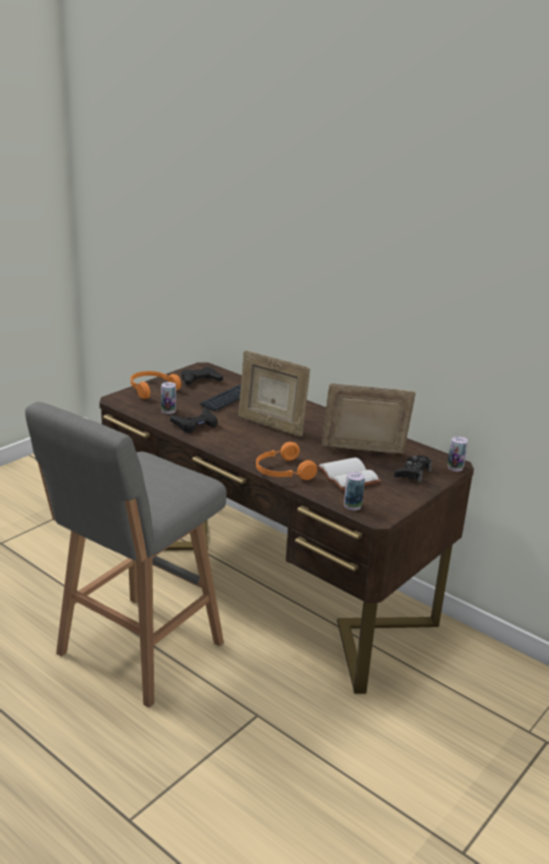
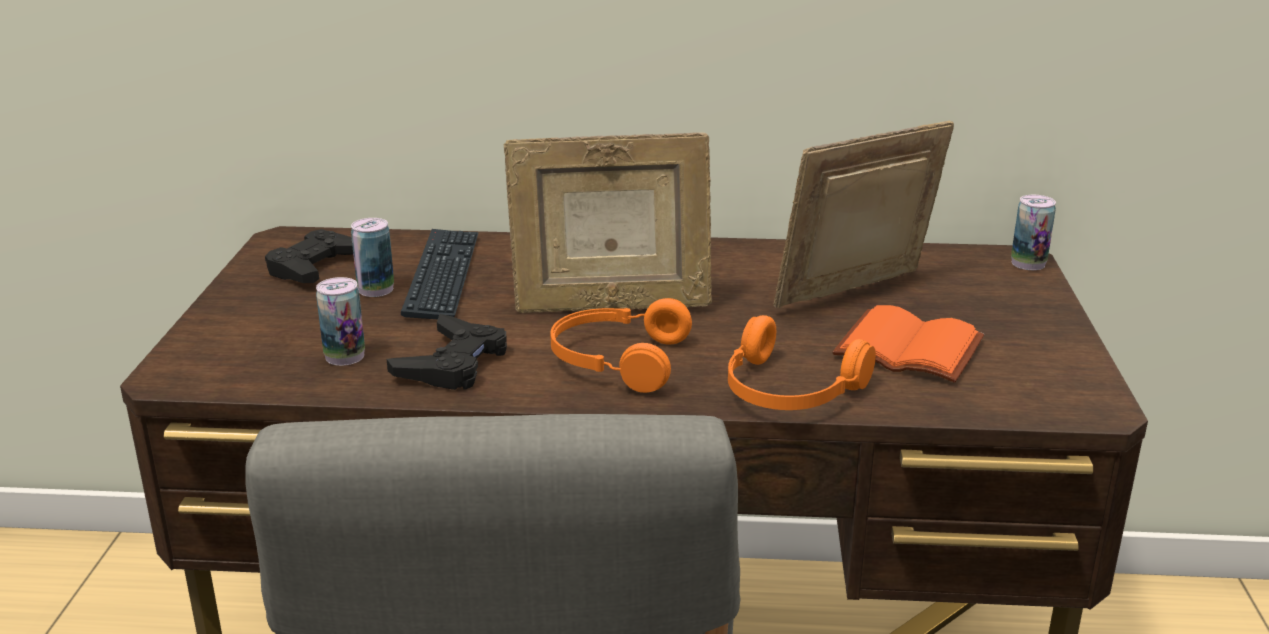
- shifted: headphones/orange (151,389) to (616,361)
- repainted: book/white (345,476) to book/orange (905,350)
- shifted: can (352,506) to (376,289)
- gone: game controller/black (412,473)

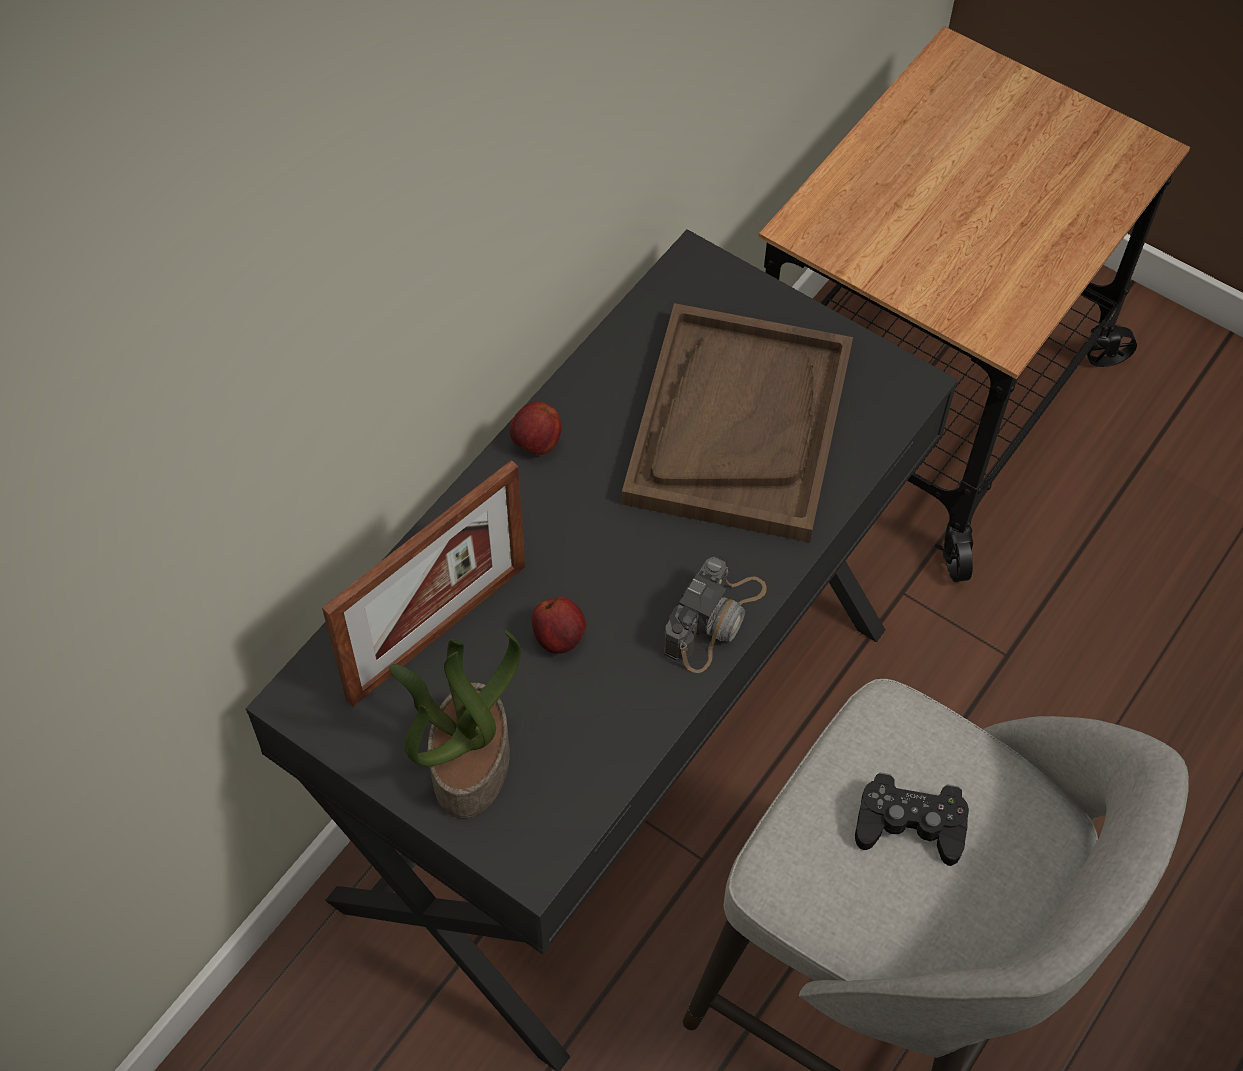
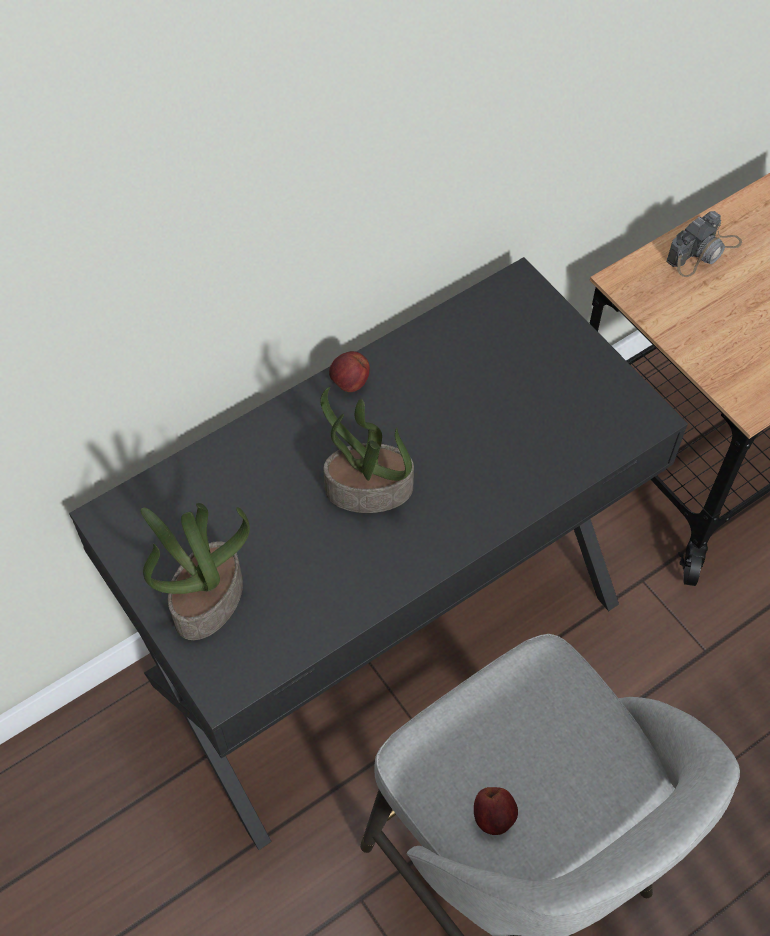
- gone: picture frame (437,632)
- shifted: apple (560,638) to (494,817)
- gone: tray/brown (738,425)
- shifted: photo camera (714,619) to (703,251)
- gone: game controller/black (910,824)
- new: potted plant (367,490)

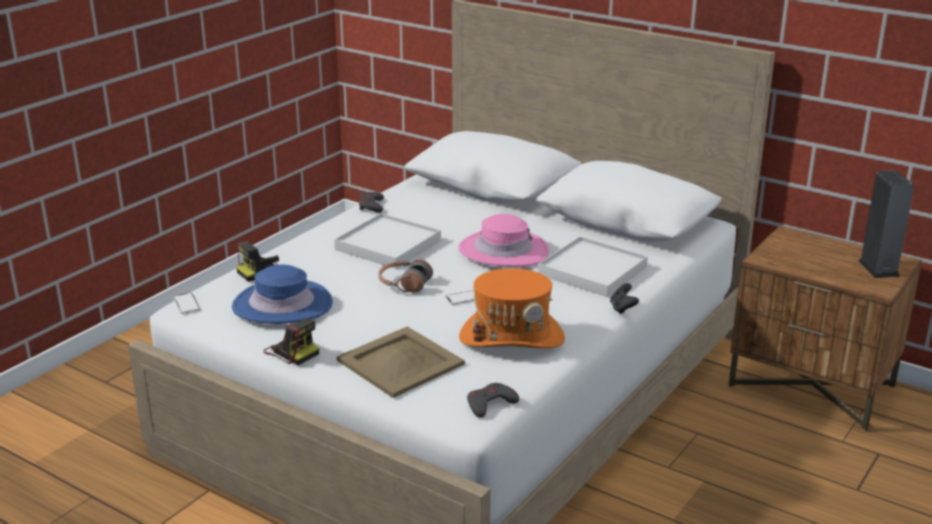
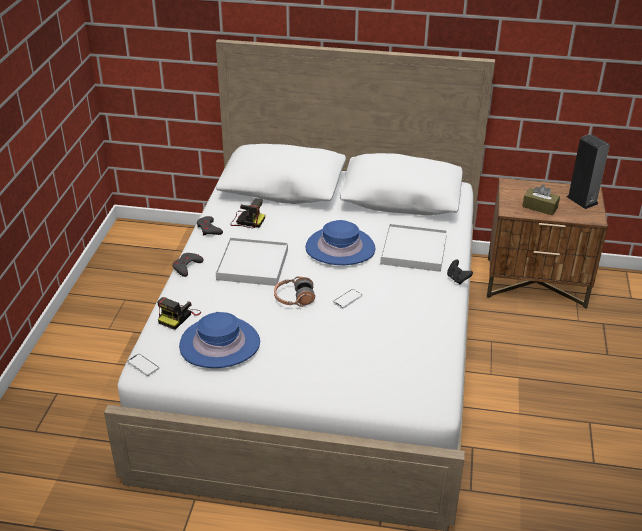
- shifted: photo camera (292,351) to (247,220)
- gone: tray/beige (400,363)
- repainted: hat/pink (503,251) to hat/blue (340,248)
- gone: hat/orange (512,337)
- shifted: game controller/grey (490,404) to (186,266)
- new: tissue box/brown (540,207)

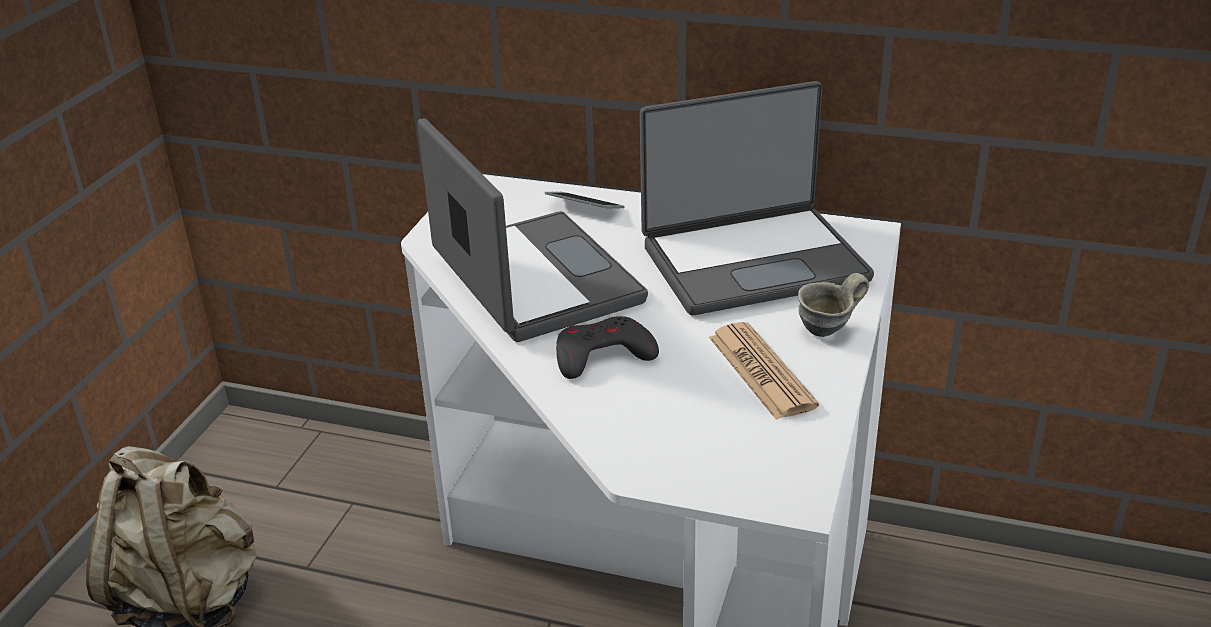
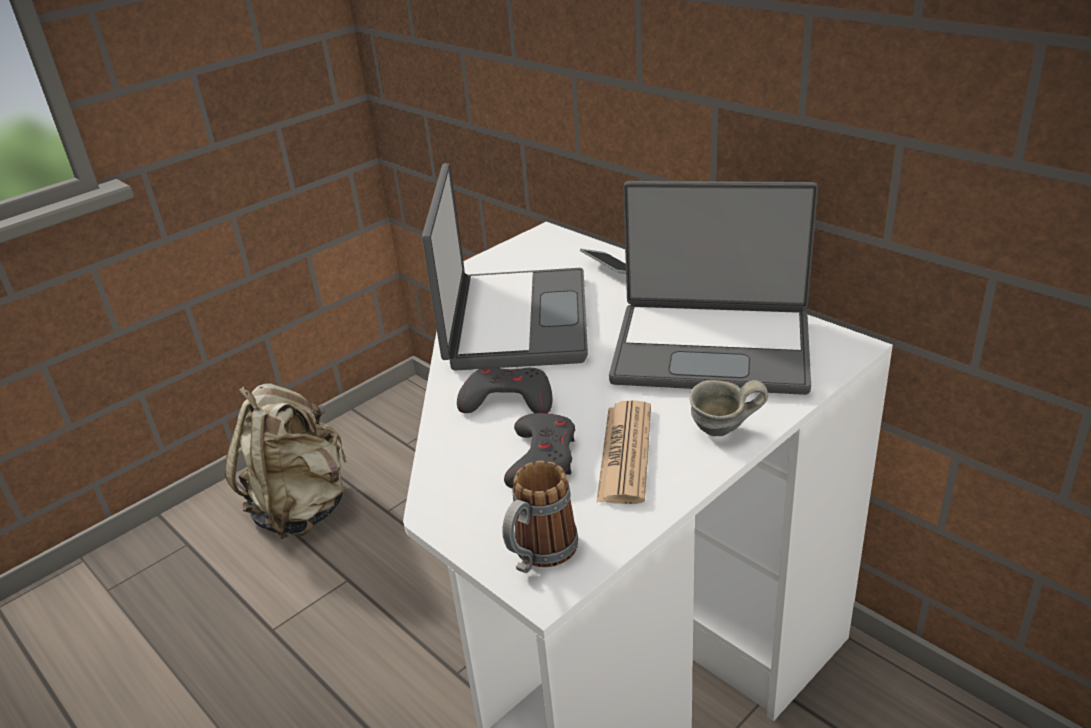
- new: mug (539,556)
- new: game controller/grey (542,457)

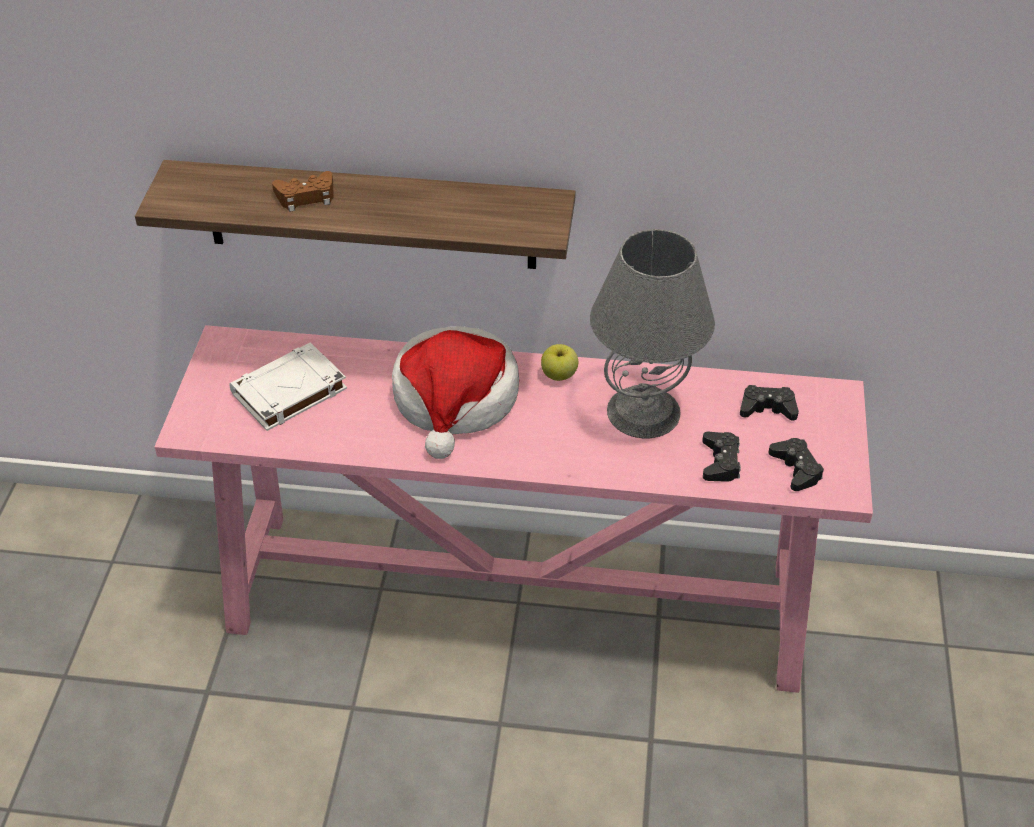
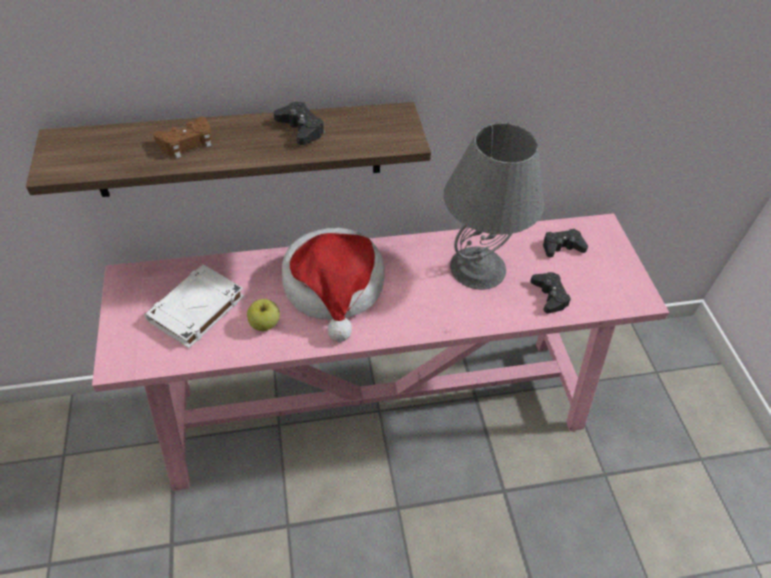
- shifted: apple (559,375) to (265,324)
- shifted: game controller/black (796,469) to (300,129)

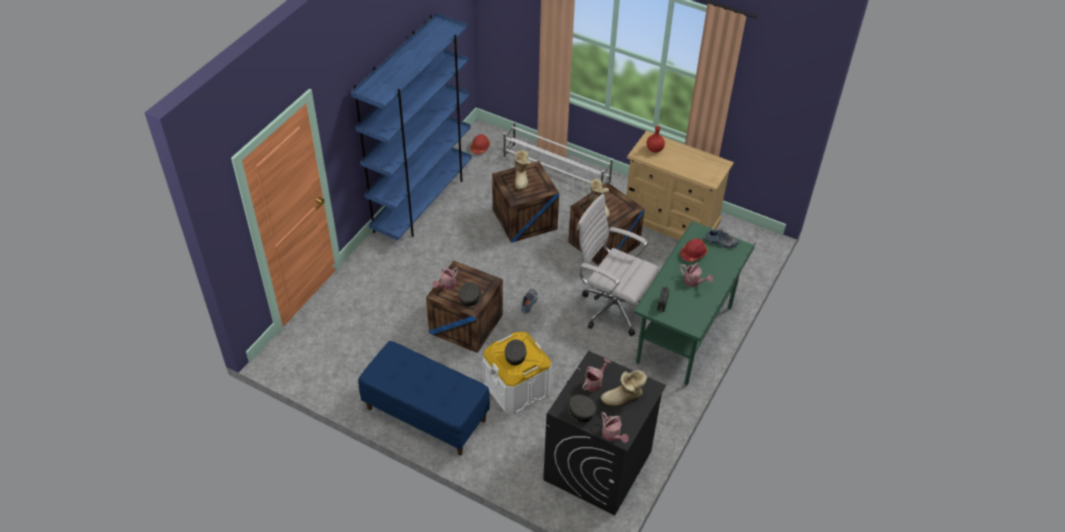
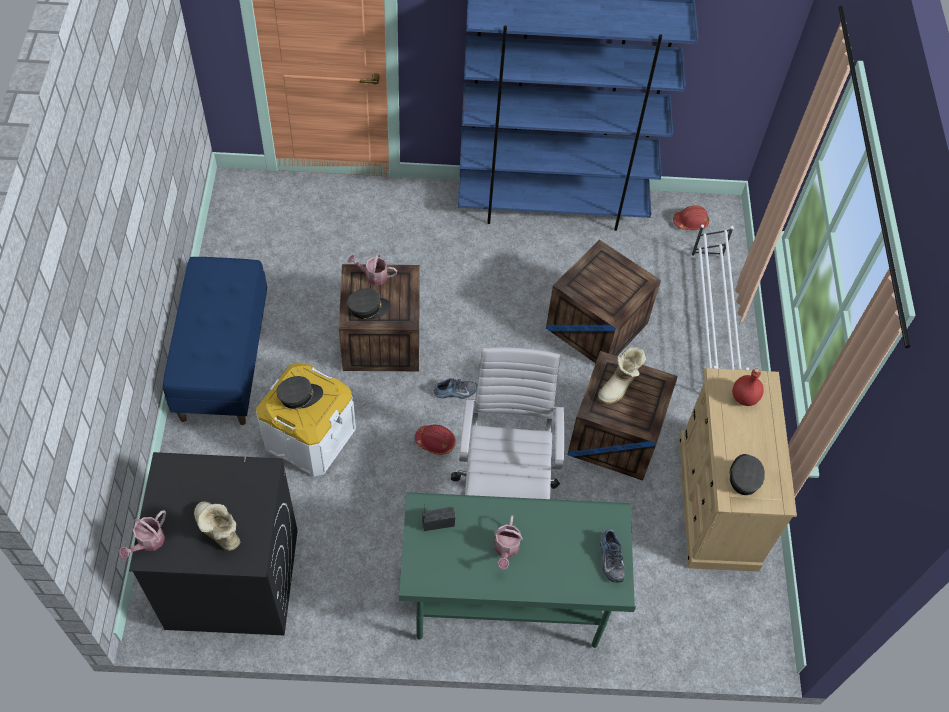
- gone: boot (521,179)
- shifted: cap/grey (579,411) to (744,476)
- gone: watering can (595,382)
- shifted: hard hat/red (693,253) to (435,442)

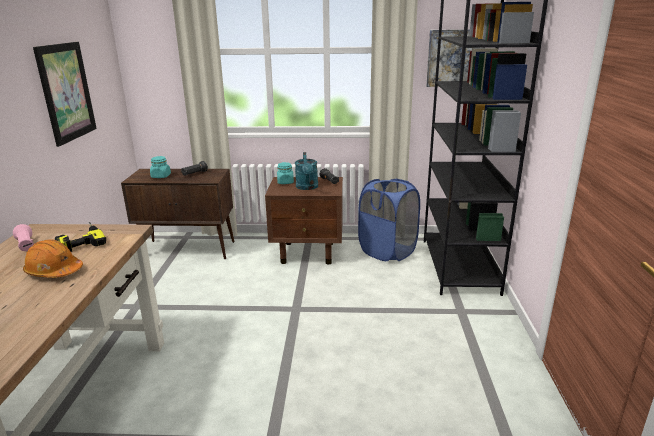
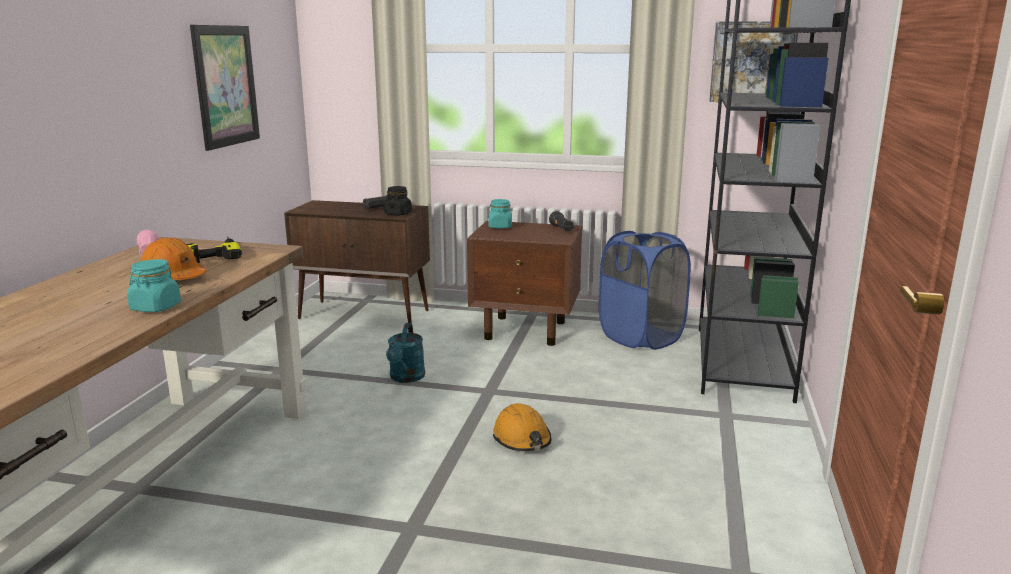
- shifted: jar/turquoise (161,176) to (155,307)
- shifted: watering can/turquoise (307,187) to (406,378)
- new: jar/black (398,213)
- new: hard hat/orange (522,439)

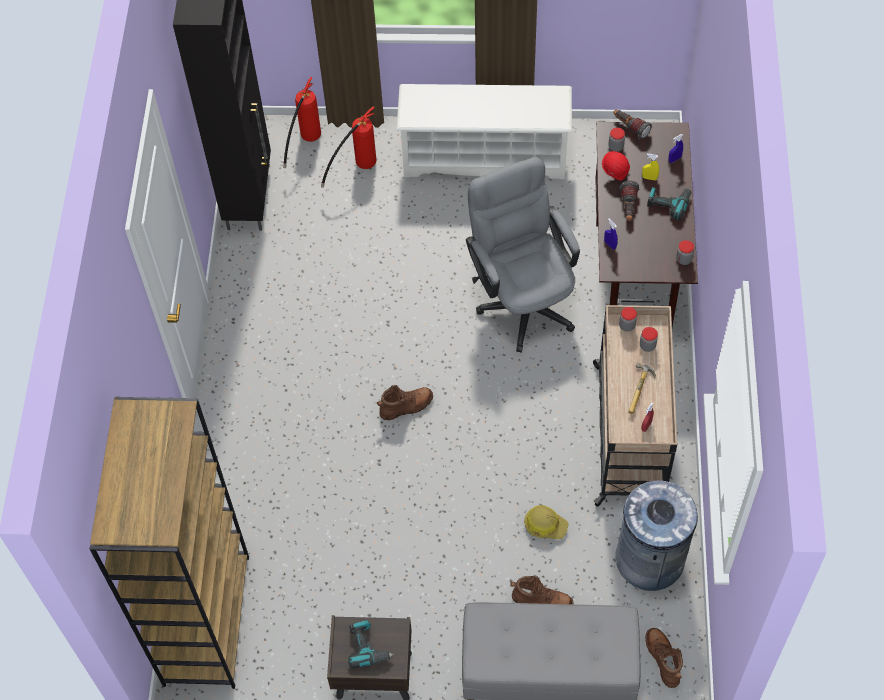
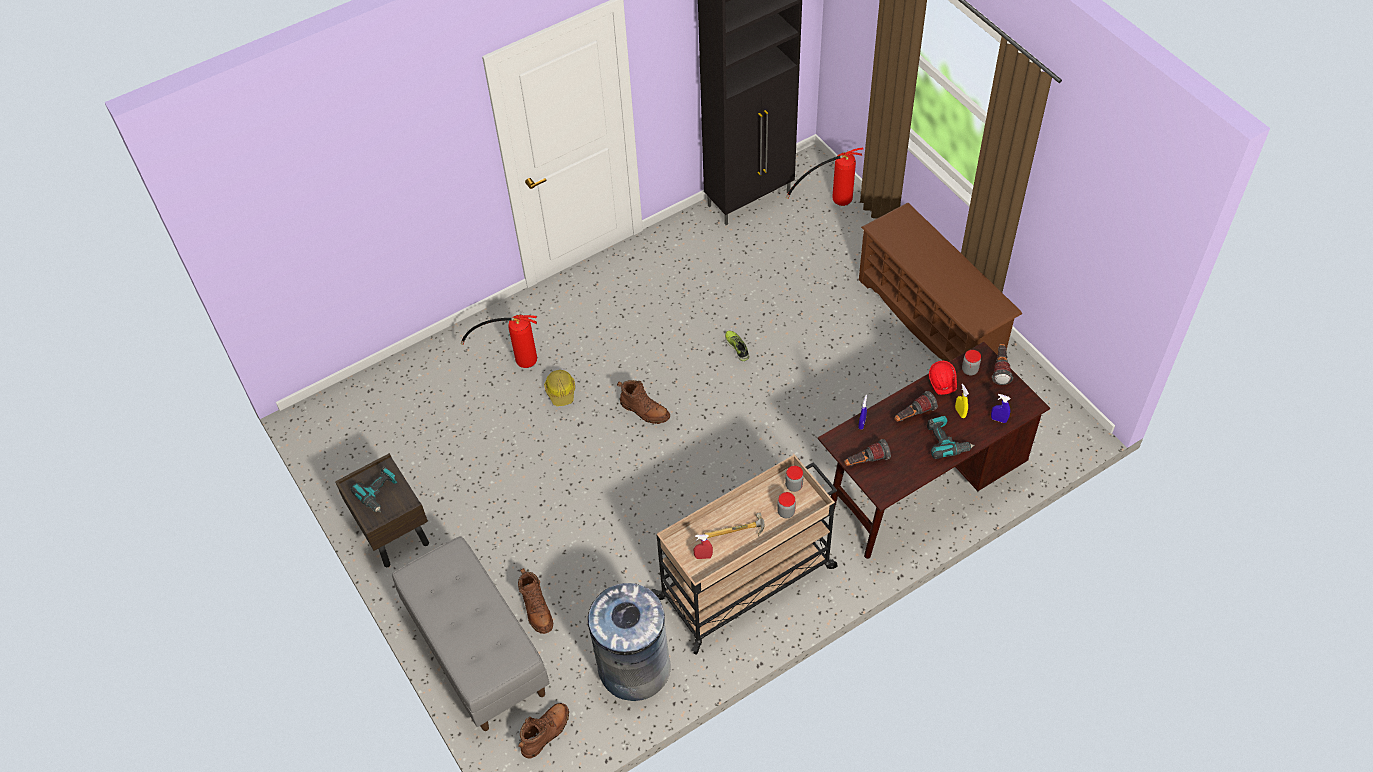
- gone: bookcase/brown (206,619)
- shifted: fire extinguisher (357,169) to (514,359)
- repainted: shoe rack/white (485,156) to shoe rack/brown (931,319)
- gone: office chair/grey (522,299)
- shifted: hard hat (545,525) to (561,391)
- gone: jar (684,259)
- new: shoe (737,347)
- new: flashlight (865,461)

